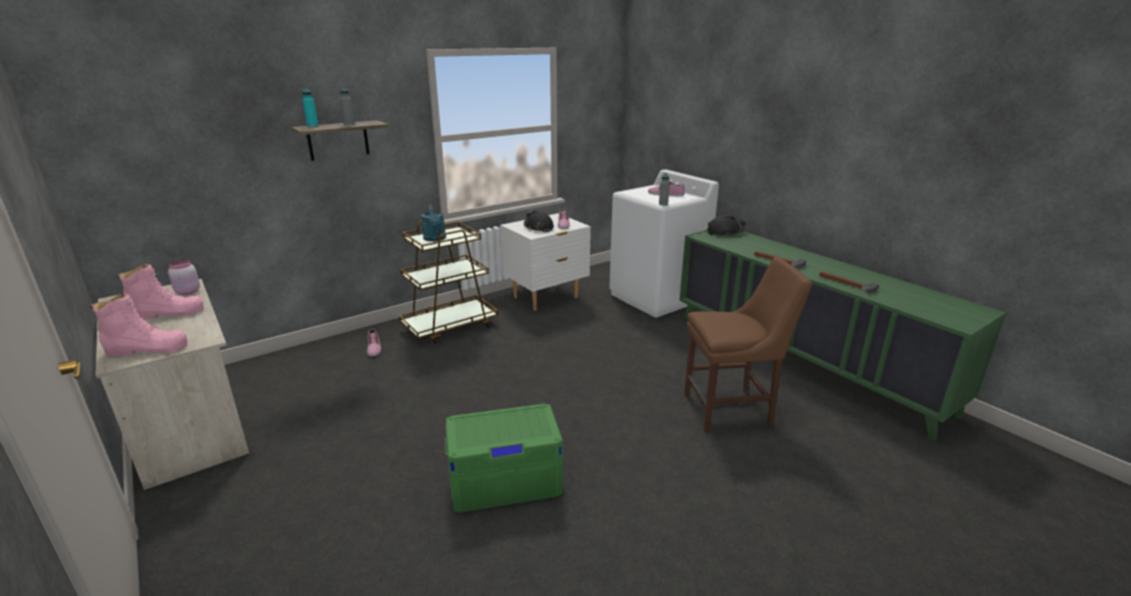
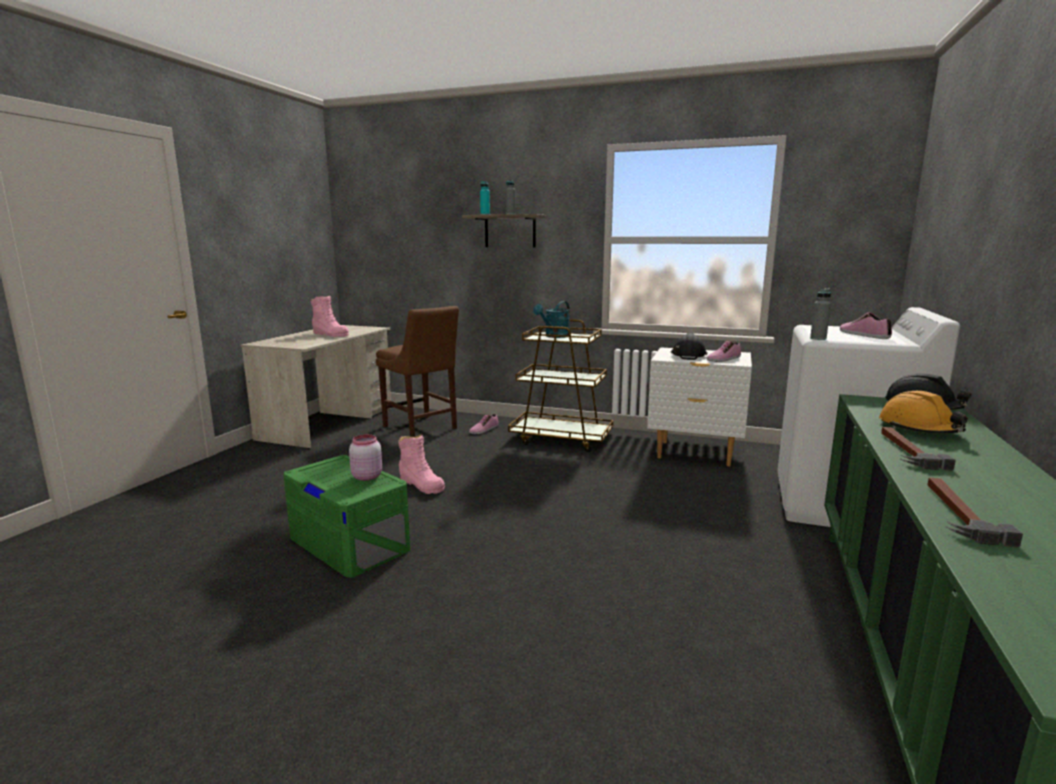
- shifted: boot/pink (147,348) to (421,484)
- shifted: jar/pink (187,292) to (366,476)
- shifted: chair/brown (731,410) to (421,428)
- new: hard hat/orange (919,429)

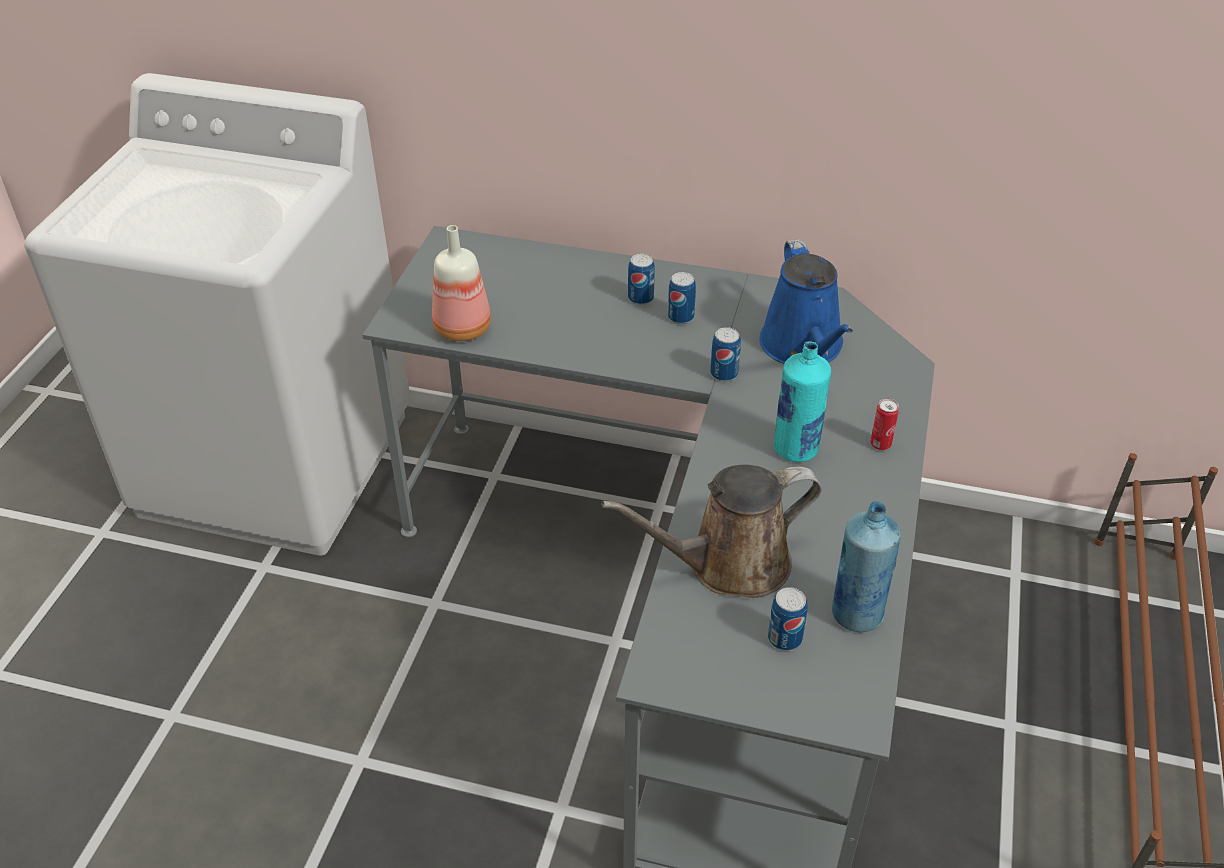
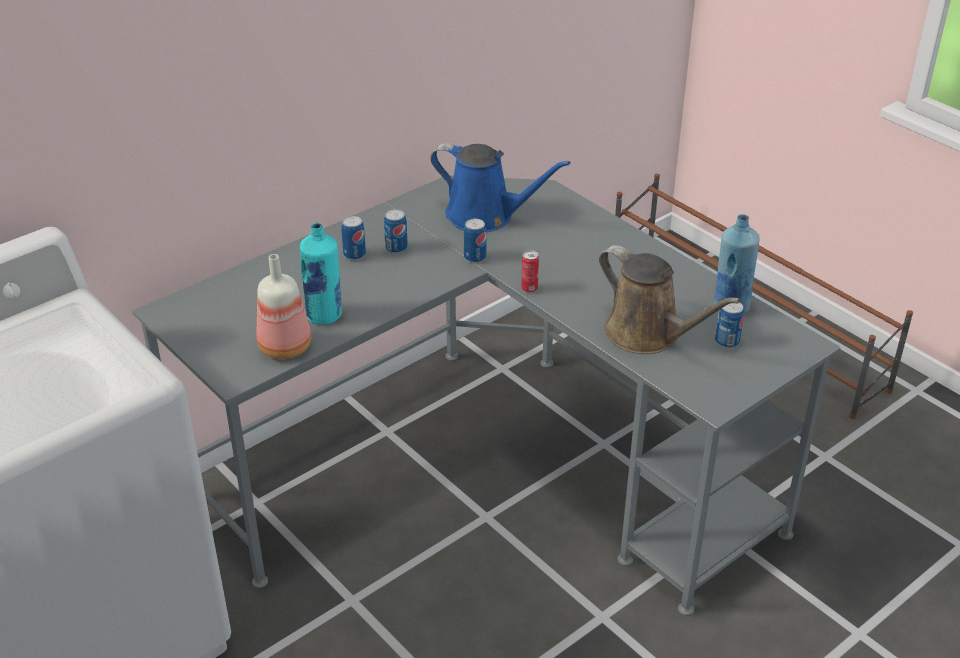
- rotated: watering can/brown (728,564) = (648,334) 60 degrees counterclockwise
- shifted: bottle/turquoise (795,449) to (324,316)
- shifted: can (880,444) to (529,289)

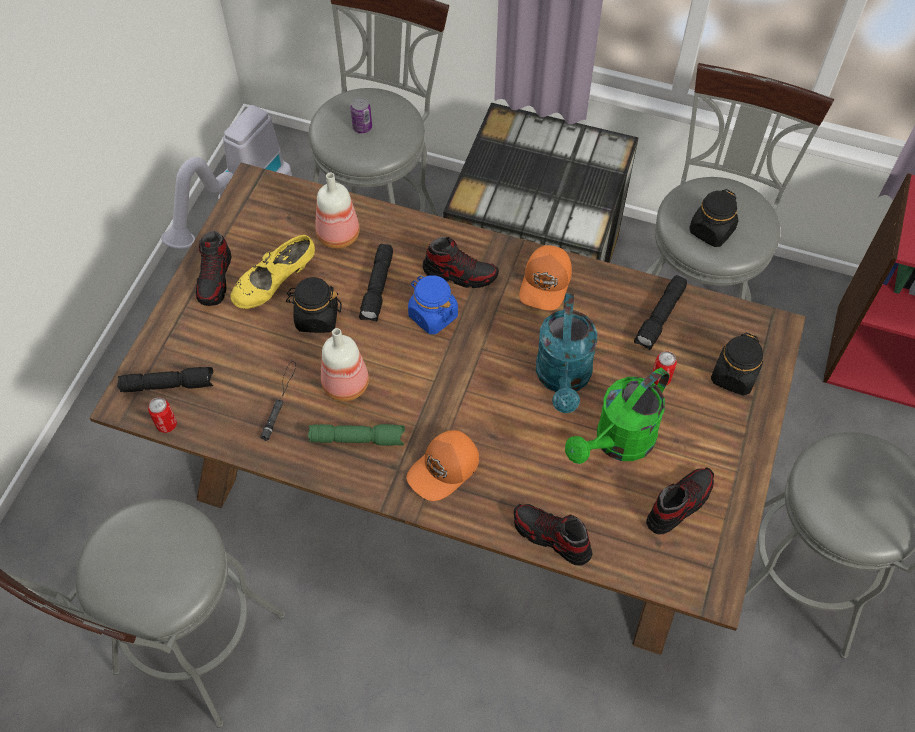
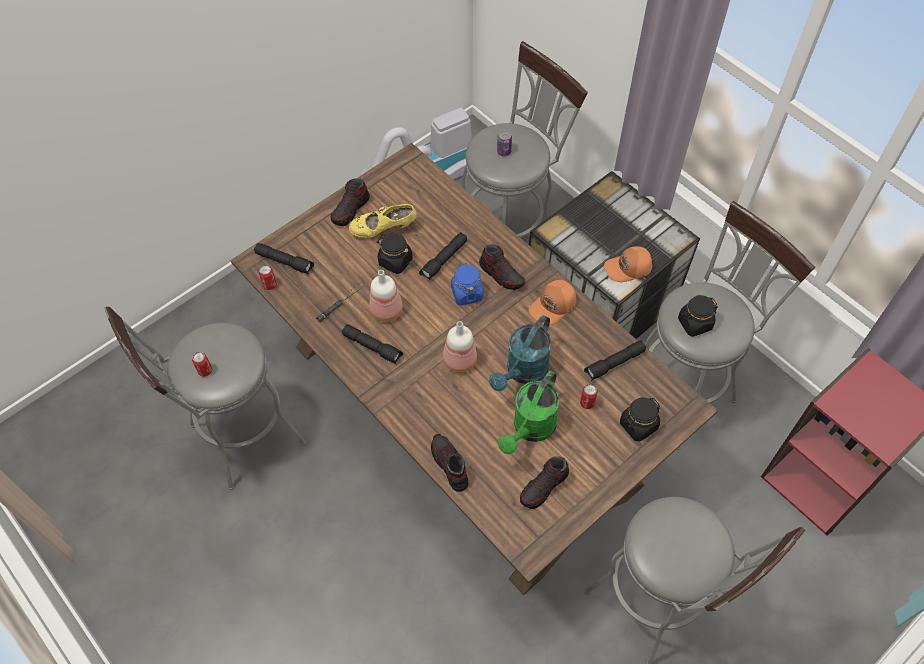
- repainted: flashlight/green (358,438) to flashlight/black (373,347)
- shifted: bottle (338,236) to (459,361)
- shifted: cap/orange (445,469) to (628,268)
- rotated: watering can/green (617,443) = (530,429) 45 degrees counterclockwise
- rotated: shoe (679,504) = (544,487) 150 degrees clockwise
- new: can (205,371)

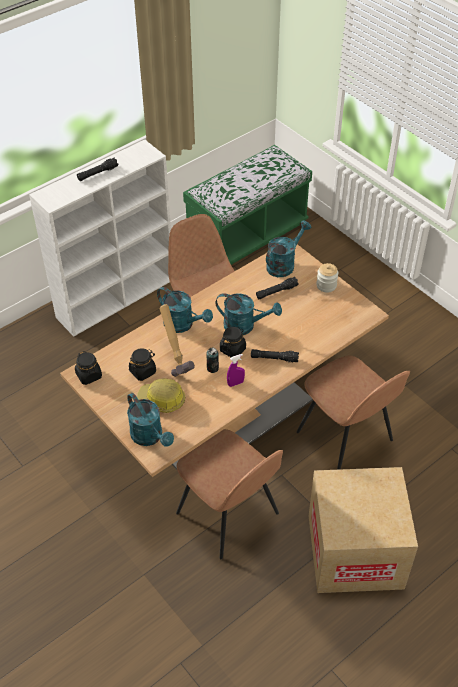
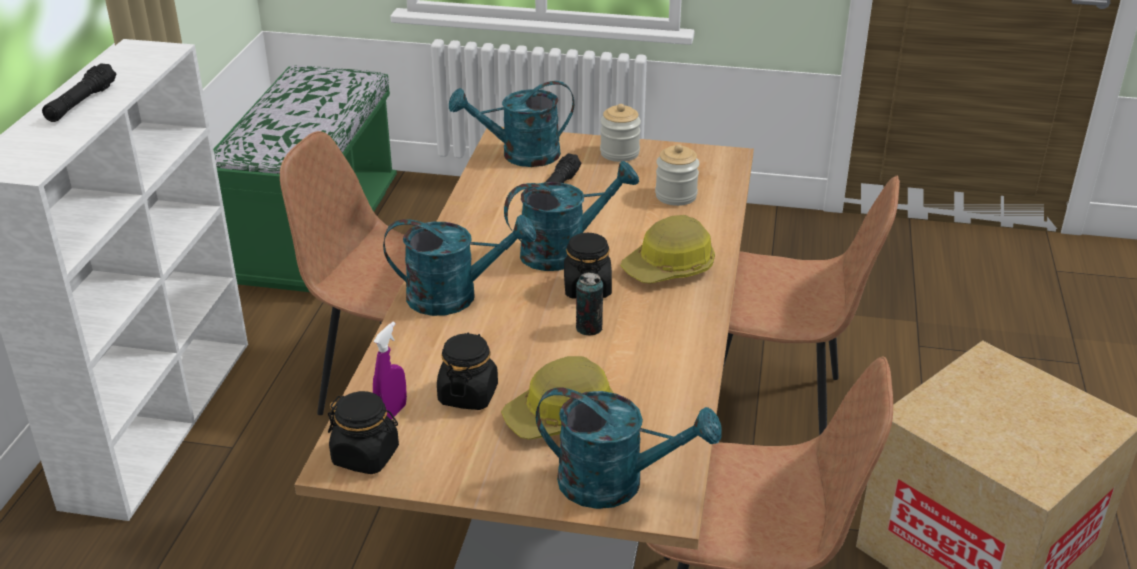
- gone: hammer (178,359)
- shifted: spray bottle/purple (235,383) to (392,413)
- swapped: flashlight/black (274,358) to hard hat (670,268)
- rotated: watering can/turquoise (284,264) = (520,155) 105 degrees counterclockwise
- new: jar (676,196)

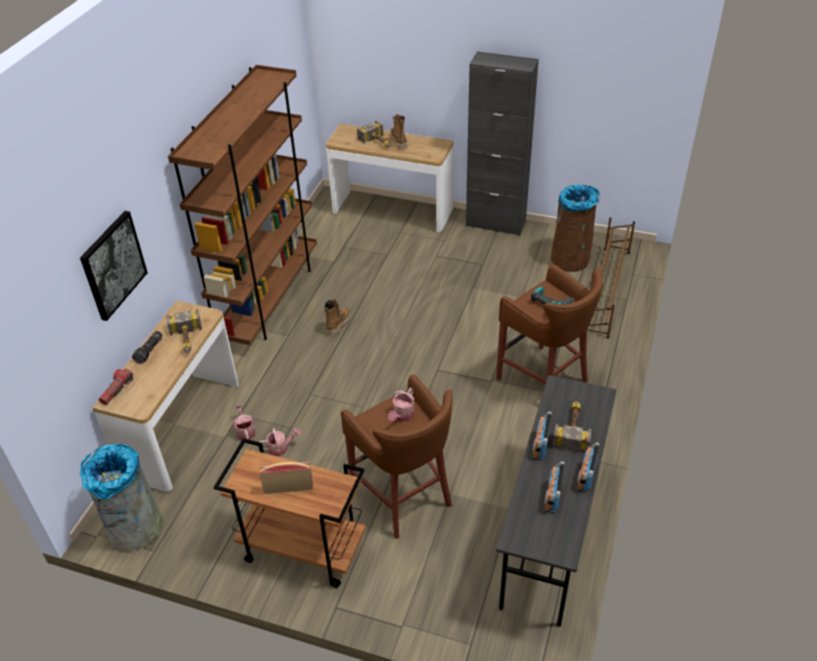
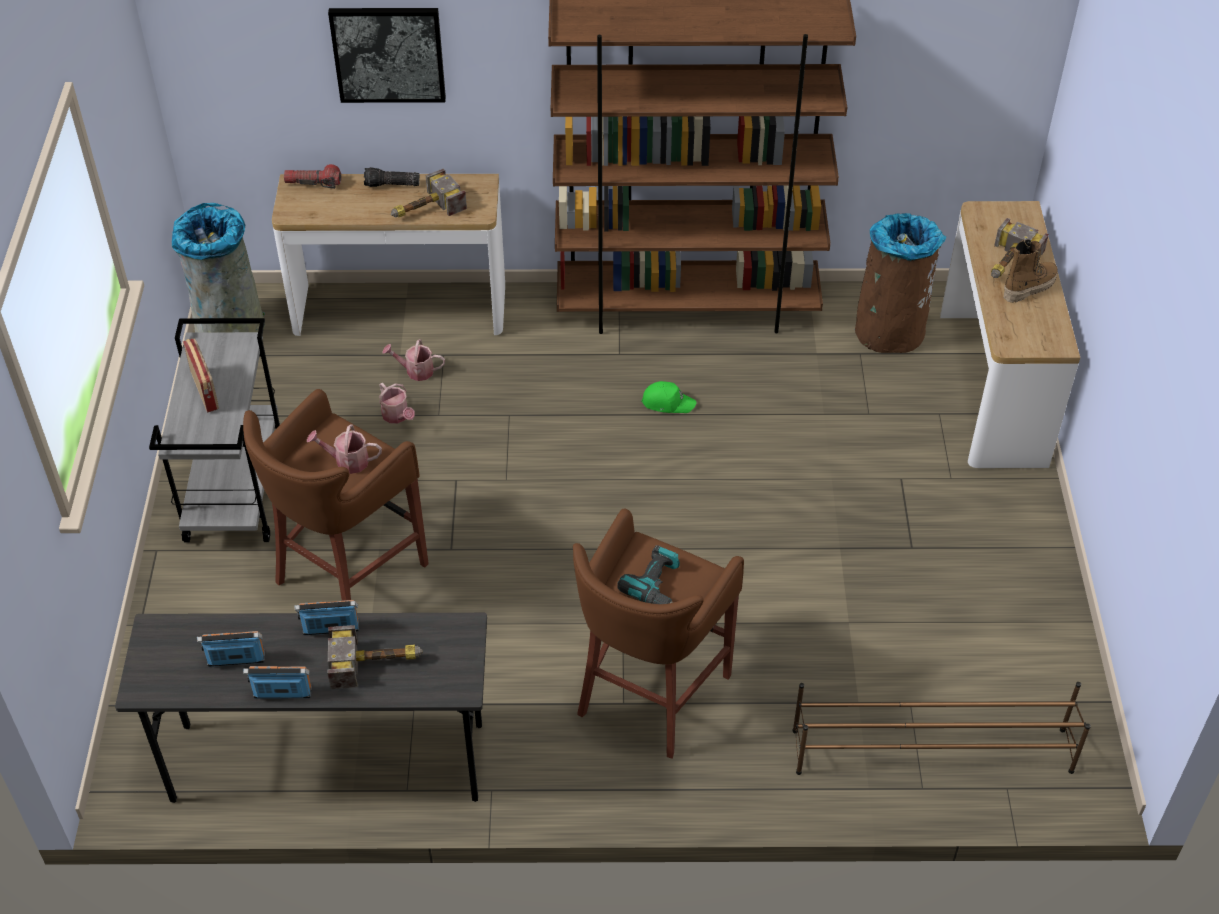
- repainted: cart/brown (301,550) to cart/grey (235,490)
- rotated: watering can (245,431) = (415,371) 135 degrees counterclockwise
- swapped: boot (338,324) to cap/green (667,402)
- gone: cabinet/black (495,223)
- shifted: trash can/brown (571,258) to (890,332)

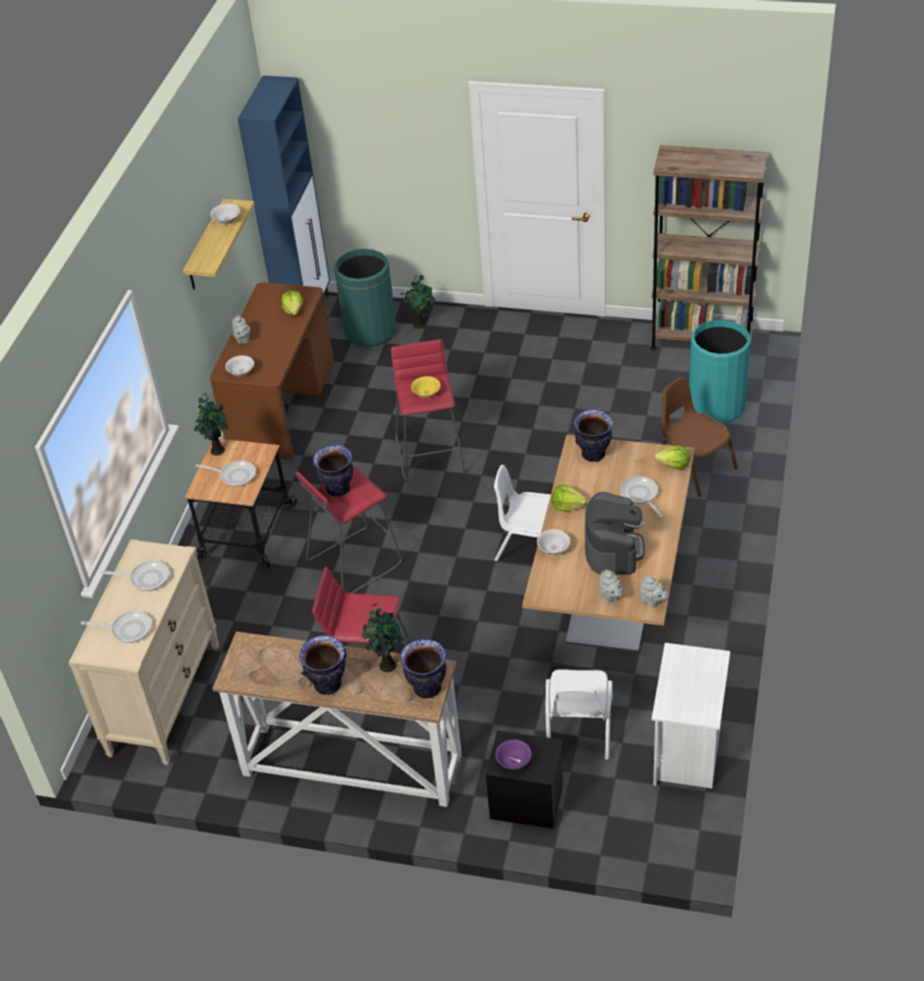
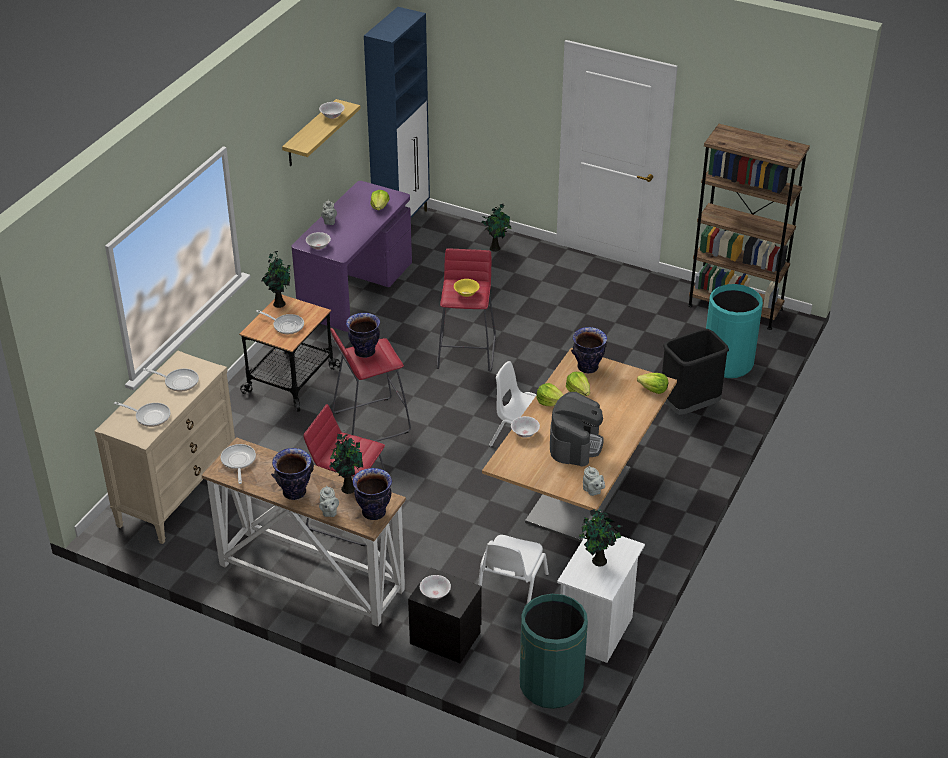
- repainted: desk/brown (281,406) to desk/purple (355,289)
- shifted: trash can/green (370,331) to (551,685)
- repainted: bowl/purple (514,762) to bowl/white (435,594)
- shifted: teapot/grey (610,596) to (329,512)
- shifted: frying pan (640,495) to (238,462)
- swapped: chair/brown (693,465) to trash can/black (689,406)
- new: lettuce (578,391)
- new: potted plant (598,561)

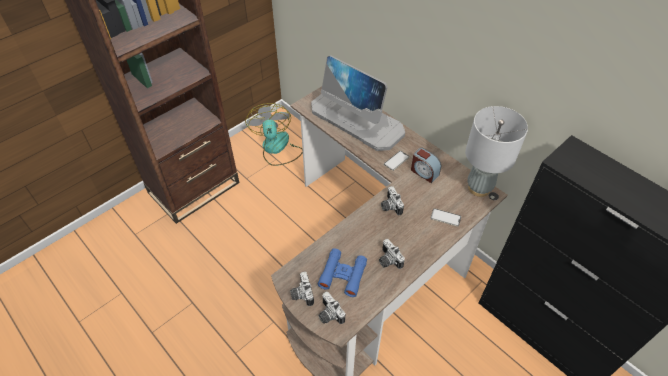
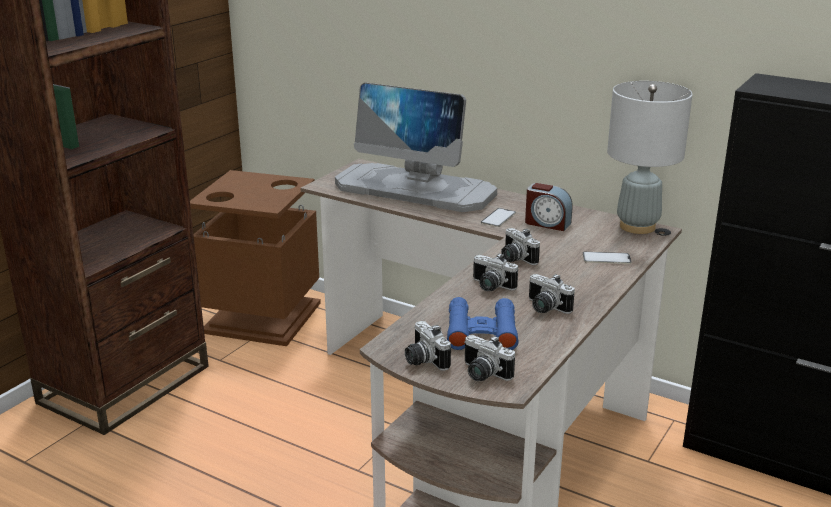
- swapped: fan (277,148) to trash can/brown (261,318)
- new: photo camera (490,287)

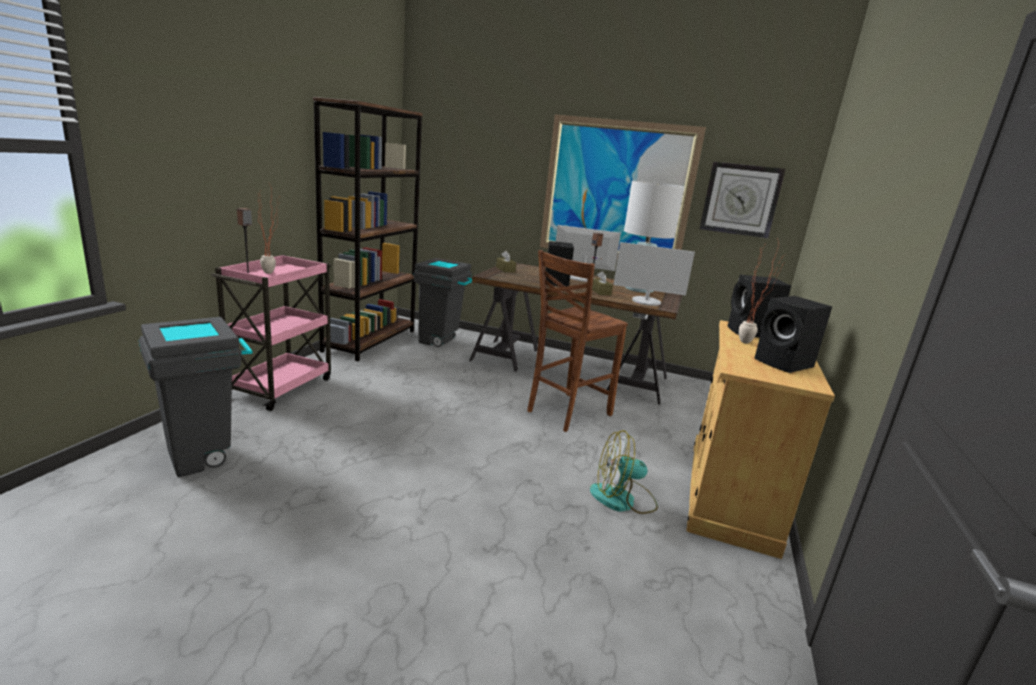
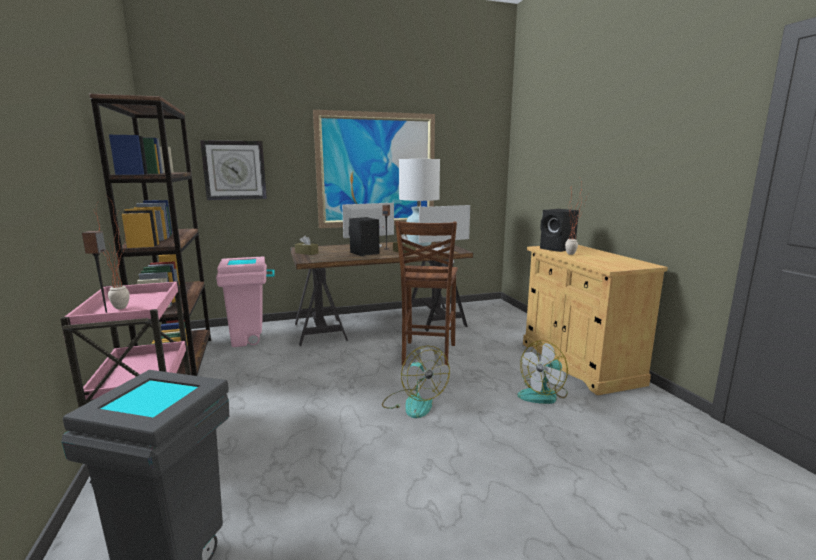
- repainted: trash can/grey (441,342) to trash can/pink (251,339)
- shifted: wall clock (740,199) to (234,170)
- gone: speaker/black (785,364)
- new: fan (413,402)

